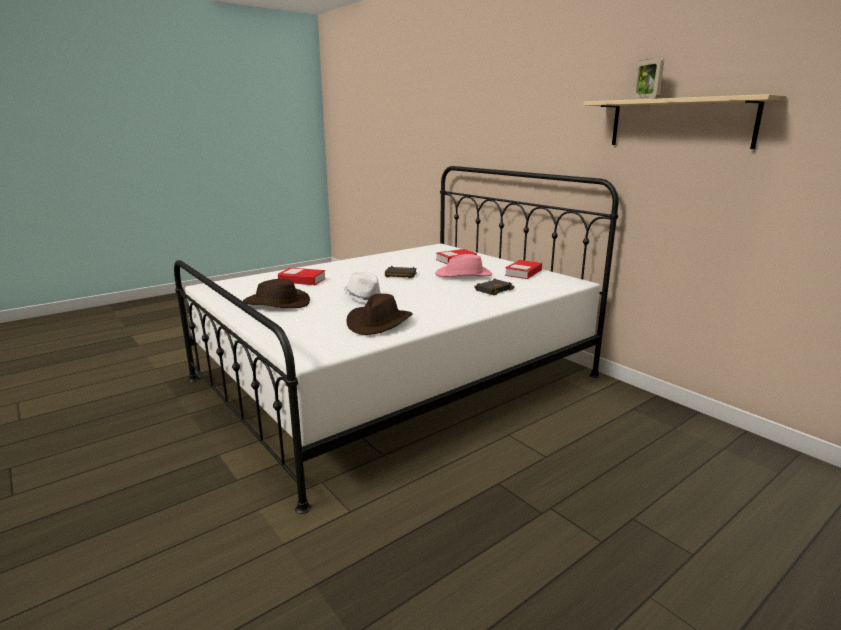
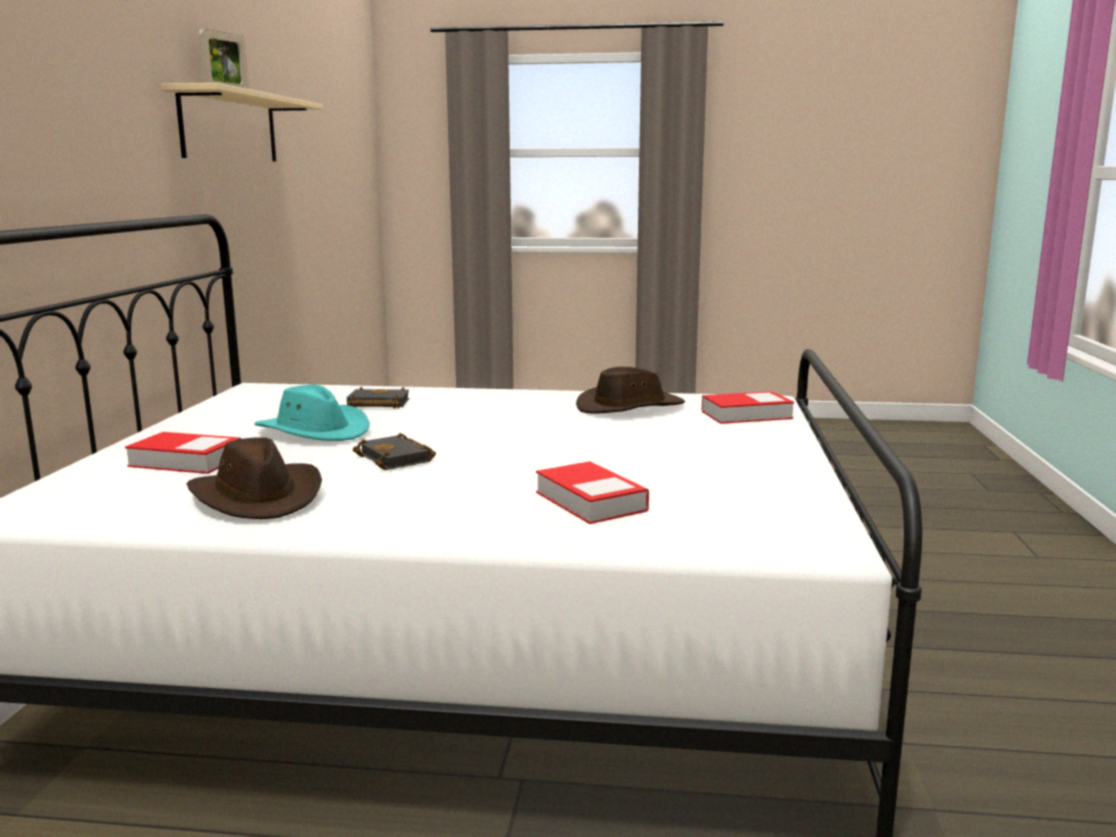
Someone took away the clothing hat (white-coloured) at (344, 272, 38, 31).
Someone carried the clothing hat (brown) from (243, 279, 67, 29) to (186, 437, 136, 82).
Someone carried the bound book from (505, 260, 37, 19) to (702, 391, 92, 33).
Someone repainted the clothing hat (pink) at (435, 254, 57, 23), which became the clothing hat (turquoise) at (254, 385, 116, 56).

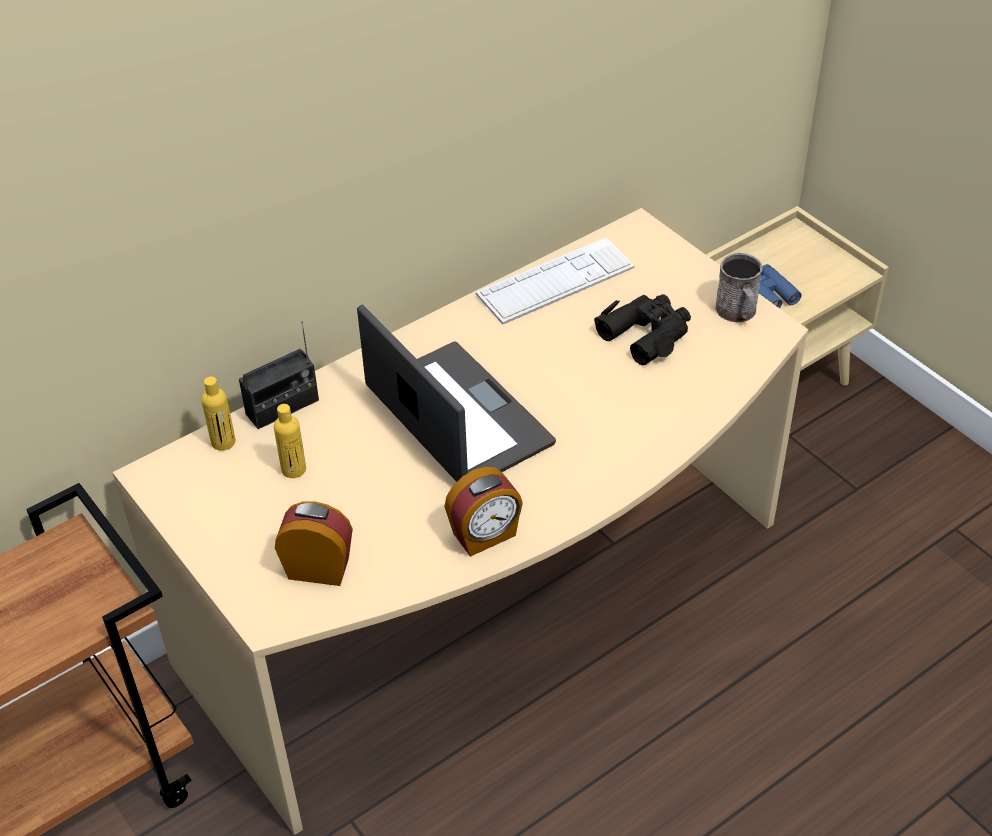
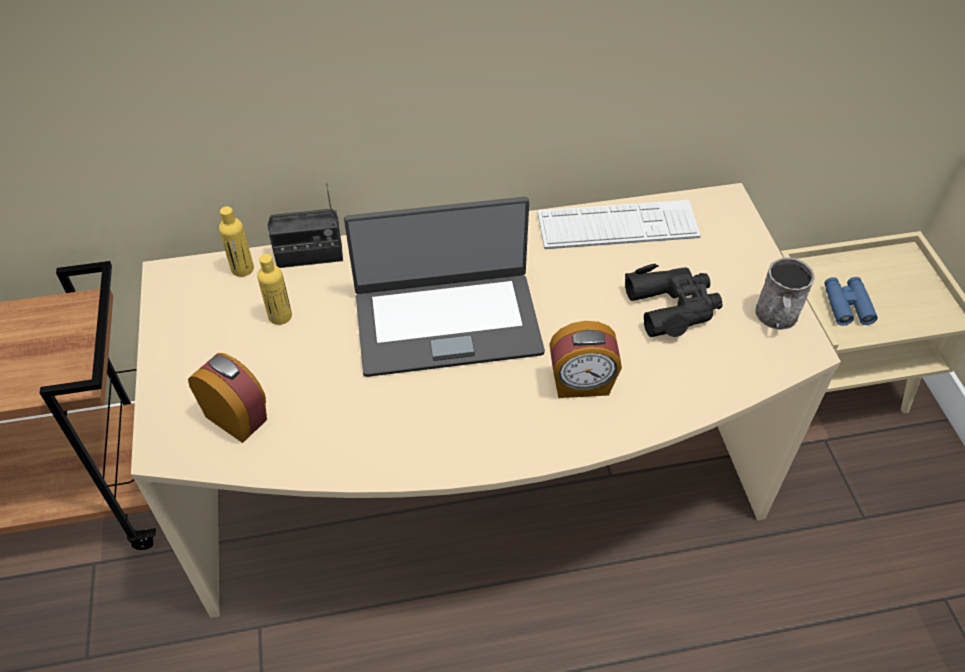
Someone carried the alarm clock from (444, 467, 79, 90) to (549, 321, 73, 77).
Someone rotated the laptop at (357, 305, 199, 177) by 90 degrees clockwise.

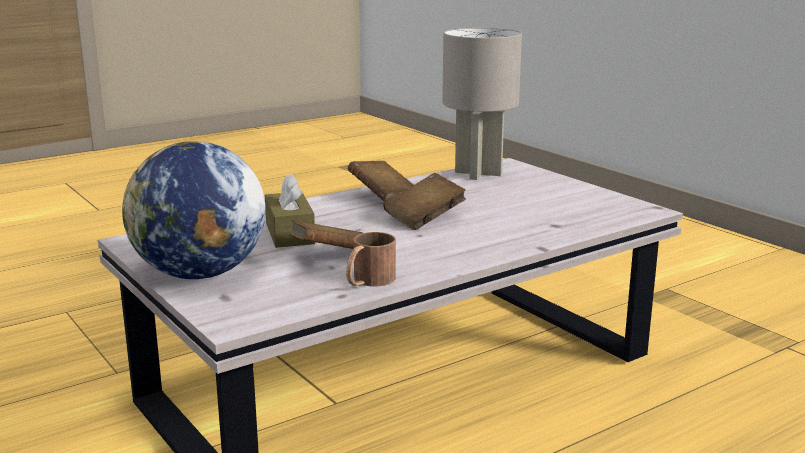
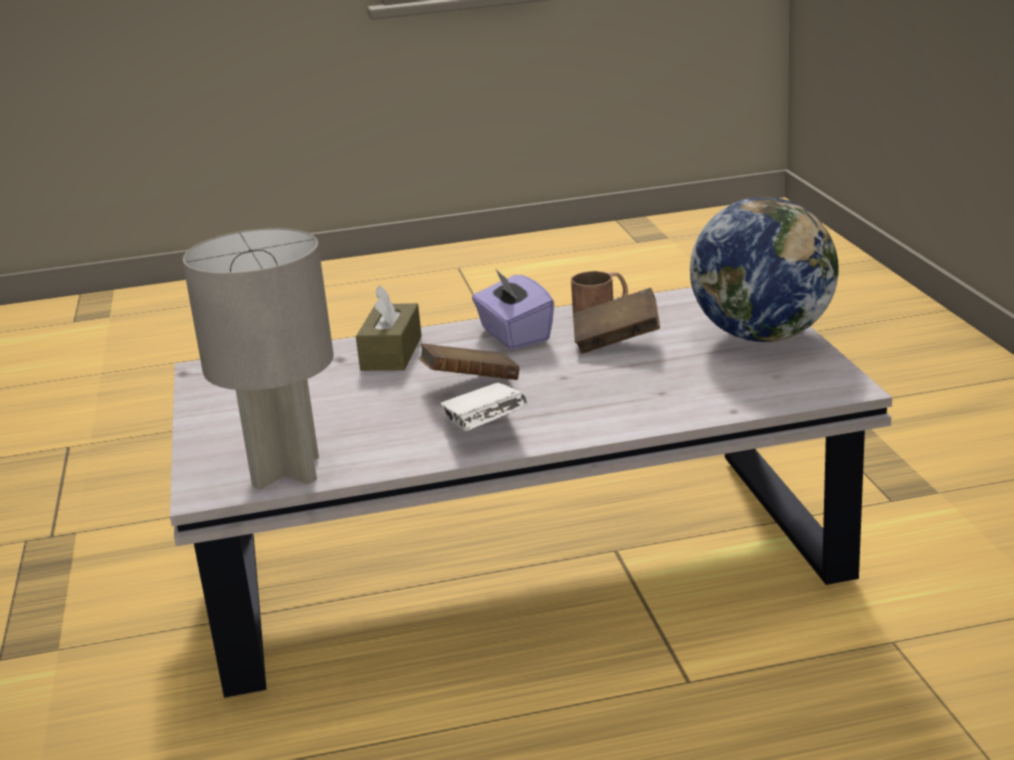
Someone put down the box of tissues (purple-coloured) at (472, 268, 82, 82).
Someone carried the box of tissues (brown) from (265, 173, 50, 75) to (356, 285, 66, 86).
Someone repainted the bound book (brown) at (348, 161, 66, 41), which became the bound book (white-coloured) at (440, 383, 88, 48).

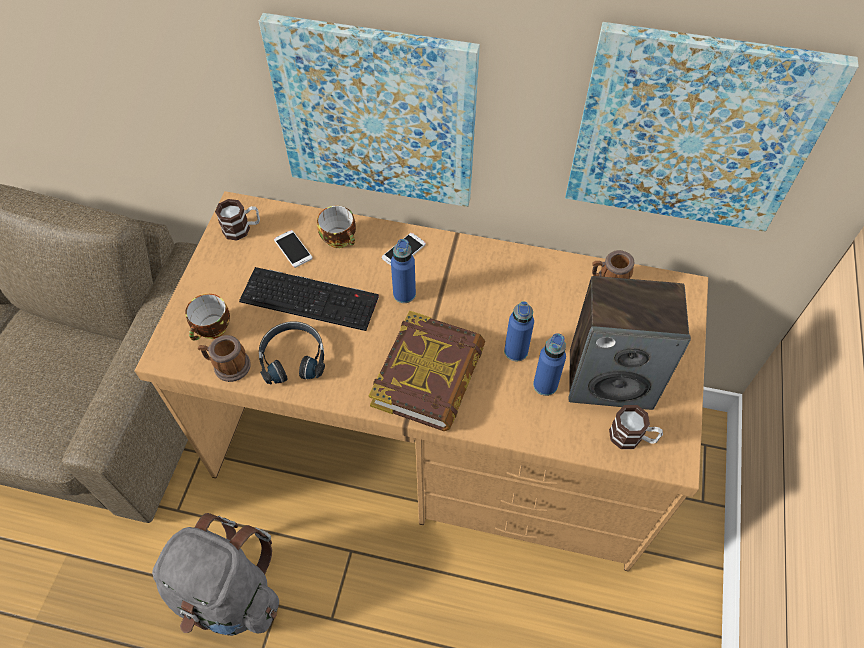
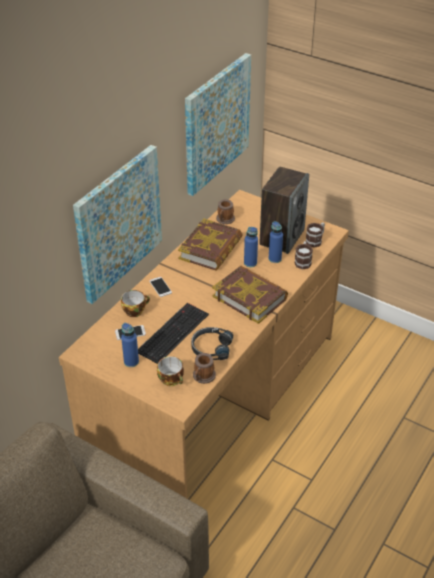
Someone took away the rucksack (gray) at (152, 513, 127, 123).
Someone put down the bound book at (178, 219, 65, 51).
Someone carried the coffee mug from (215, 199, 45, 42) to (295, 241, 18, 28).
Someone carried the beverage bottle (blue) from (391, 239, 25, 64) to (121, 323, 18, 44).

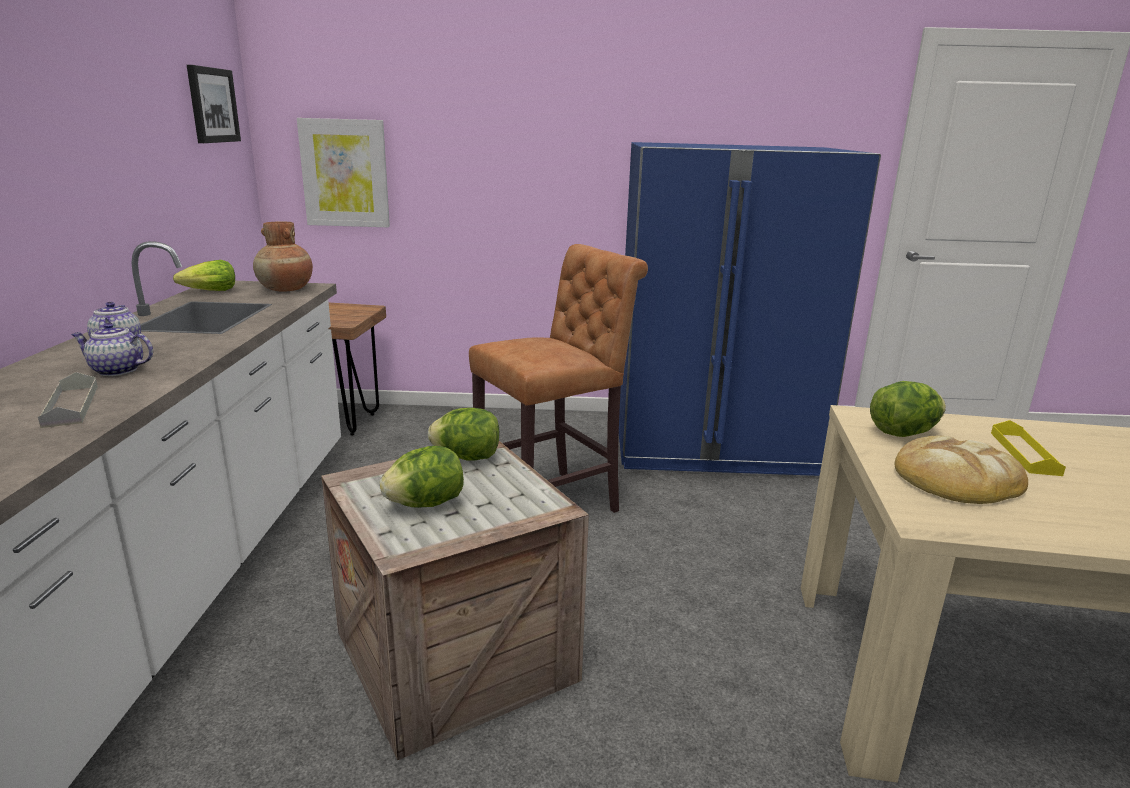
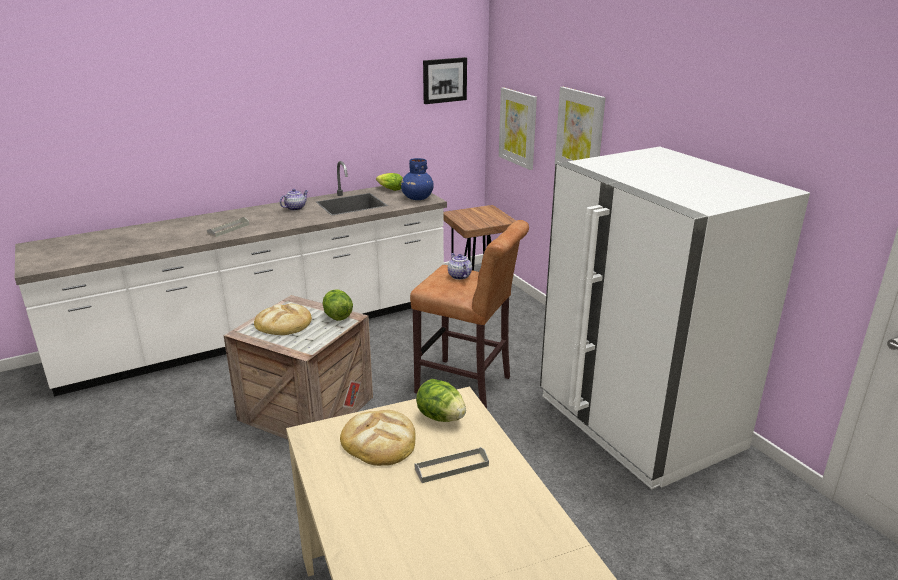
Someone put up the wall art at (555, 87, 51, 77).
Someone carried the teapot from (71, 323, 82, 53) to (448, 253, 24, 27).
Someone swapped the head of lettuce at (380, 446, 84, 62) for the bread at (254, 304, 58, 31).
Someone repainted the vase (brown) at (253, 221, 60, 71), which became the vase (blue) at (401, 158, 33, 42).
Someone repainted the fridge (blue) at (619, 142, 262, 334), which became the fridge (white-coloured) at (540, 147, 270, 342).
Someone repainted the serving tray (yellow) at (991, 420, 75, 56), which became the serving tray (gray) at (415, 447, 74, 36).

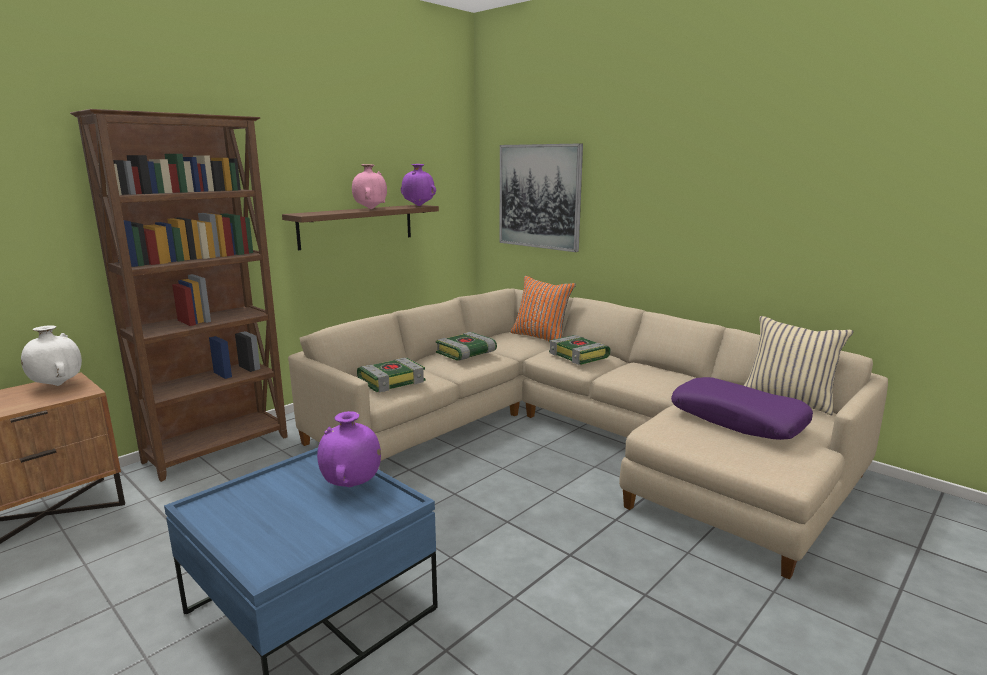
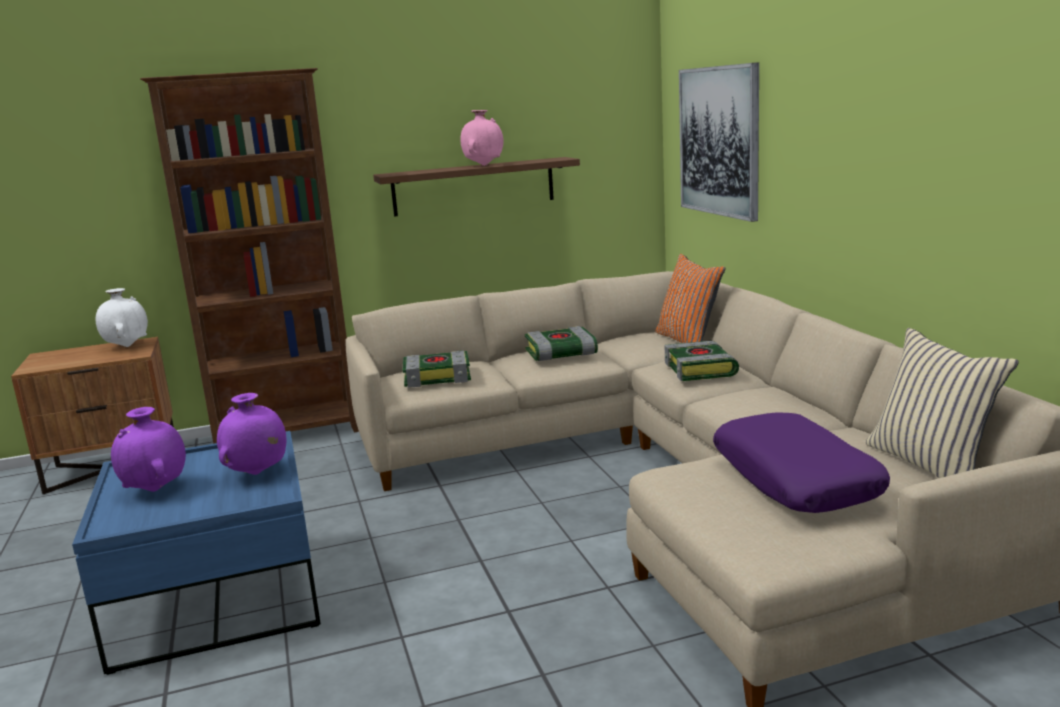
Someone carried the vase (purple-coloured) from (401, 164, 35, 42) to (111, 407, 75, 85).

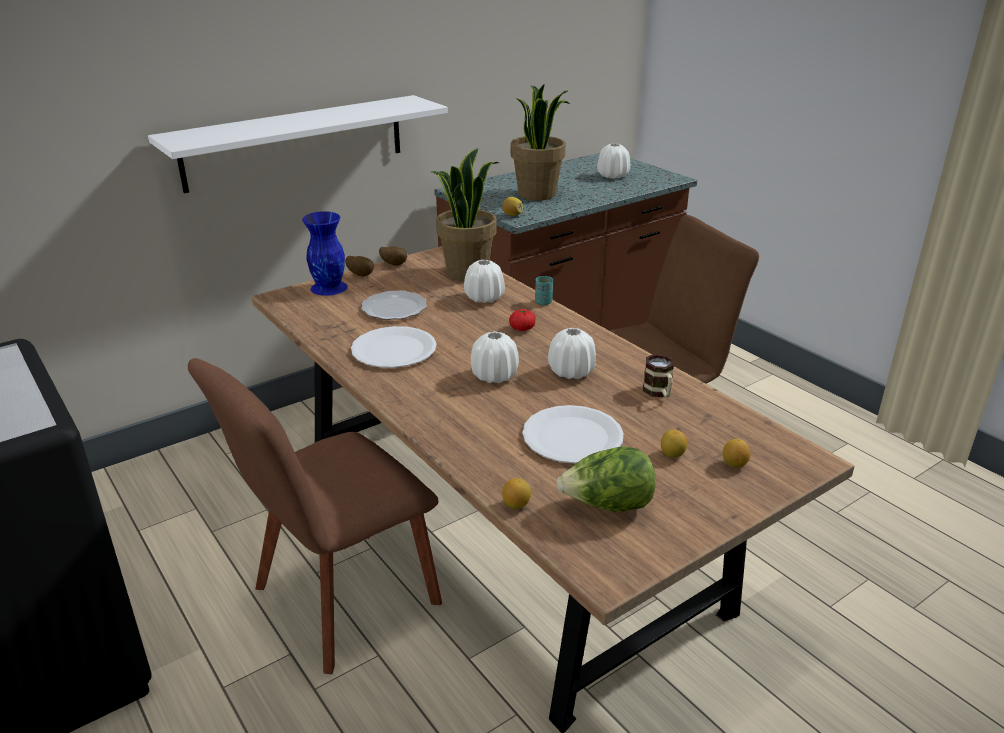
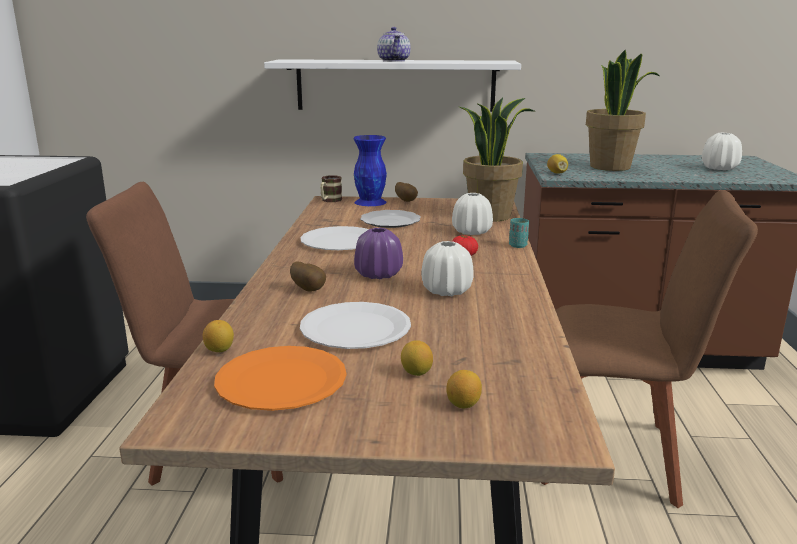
Someone put down the teapot at (377, 27, 34, 35).
Someone carried the potato from (379, 246, 28, 20) to (290, 261, 36, 31).
Someone carried the coffee mug from (643, 354, 31, 43) to (320, 175, 22, 27).
Someone swapped the head of lettuce at (557, 447, 99, 65) for the plate (orange-coloured) at (214, 346, 133, 65).
Someone repainted the vase (white-coloured) at (471, 331, 48, 52), which became the vase (purple-coloured) at (354, 228, 49, 51).

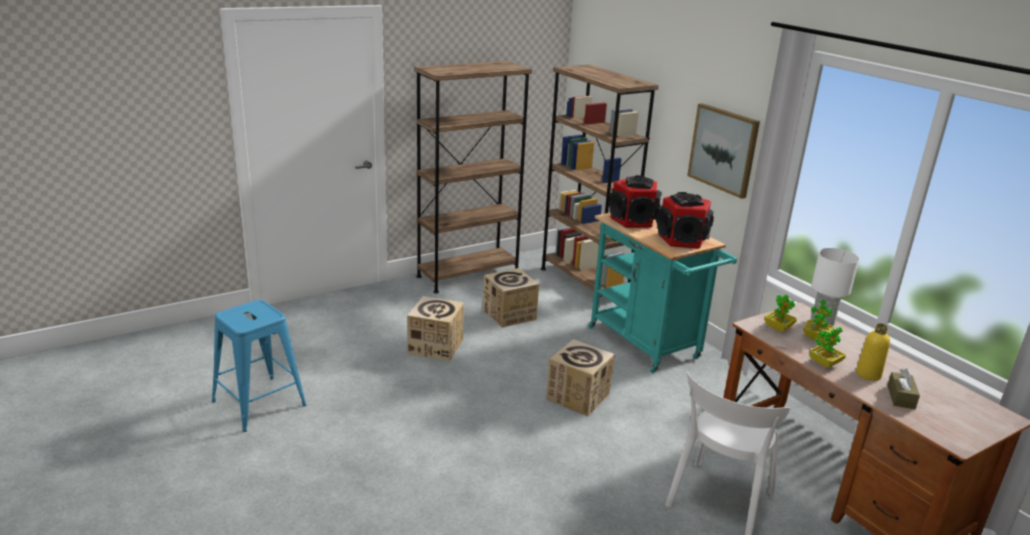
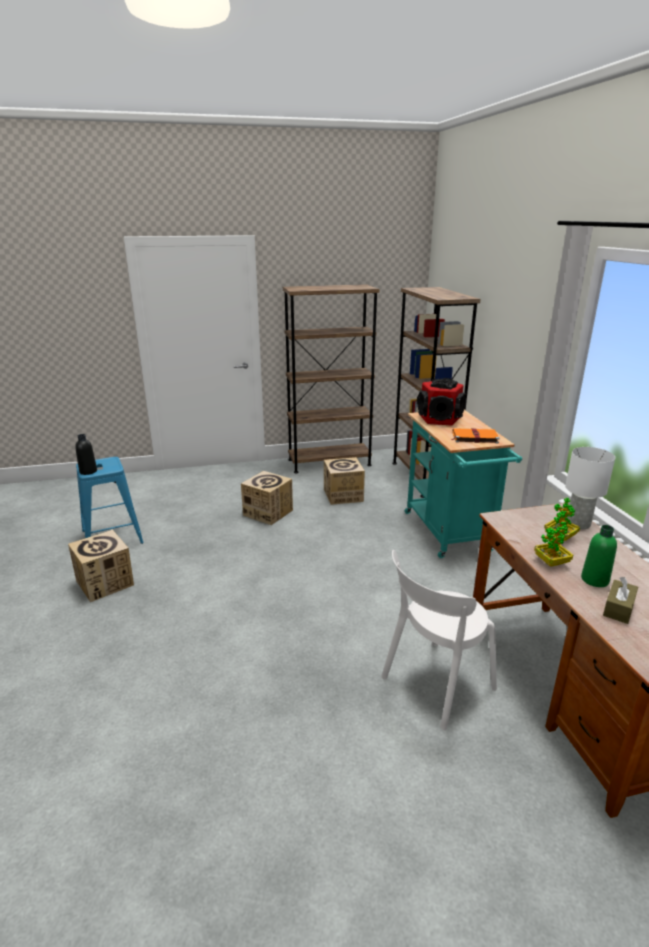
Someone took away the wall art at (687, 103, 73, 96).
Someone took away the plant in a pot at (764, 295, 33, 37).
Someone put down the beverage bottle (black-coloured) at (75, 434, 22, 41).
Someone carried the cardboard box from (546, 339, 69, 77) to (68, 530, 66, 72).
Someone swapped the speaker at (656, 192, 58, 56) for the bound book (orange-coloured) at (452, 428, 48, 15).
Someone repainted the beverage bottle (yellow) at (856, 323, 34, 58), which became the beverage bottle (green) at (581, 525, 36, 62).

